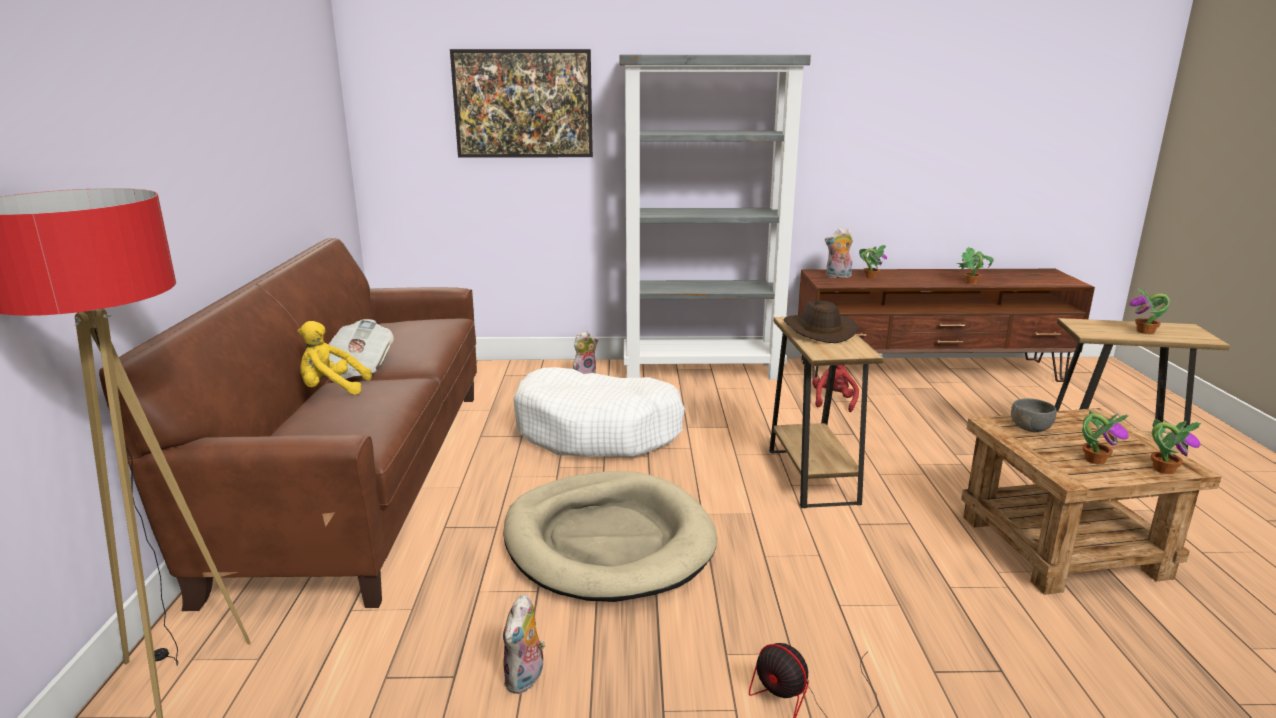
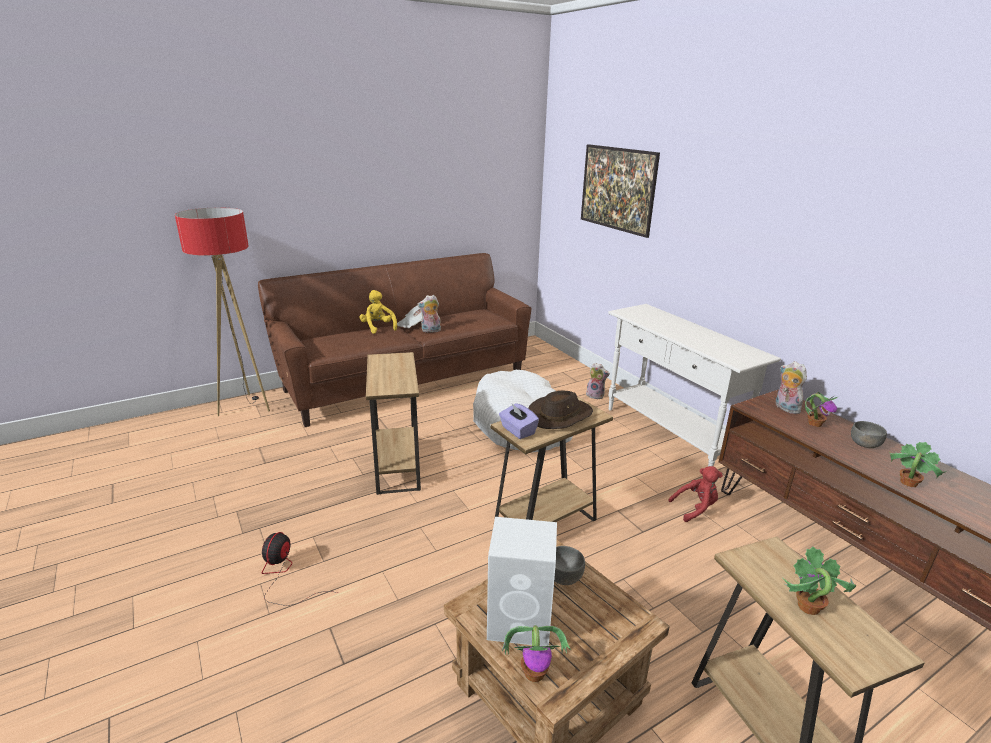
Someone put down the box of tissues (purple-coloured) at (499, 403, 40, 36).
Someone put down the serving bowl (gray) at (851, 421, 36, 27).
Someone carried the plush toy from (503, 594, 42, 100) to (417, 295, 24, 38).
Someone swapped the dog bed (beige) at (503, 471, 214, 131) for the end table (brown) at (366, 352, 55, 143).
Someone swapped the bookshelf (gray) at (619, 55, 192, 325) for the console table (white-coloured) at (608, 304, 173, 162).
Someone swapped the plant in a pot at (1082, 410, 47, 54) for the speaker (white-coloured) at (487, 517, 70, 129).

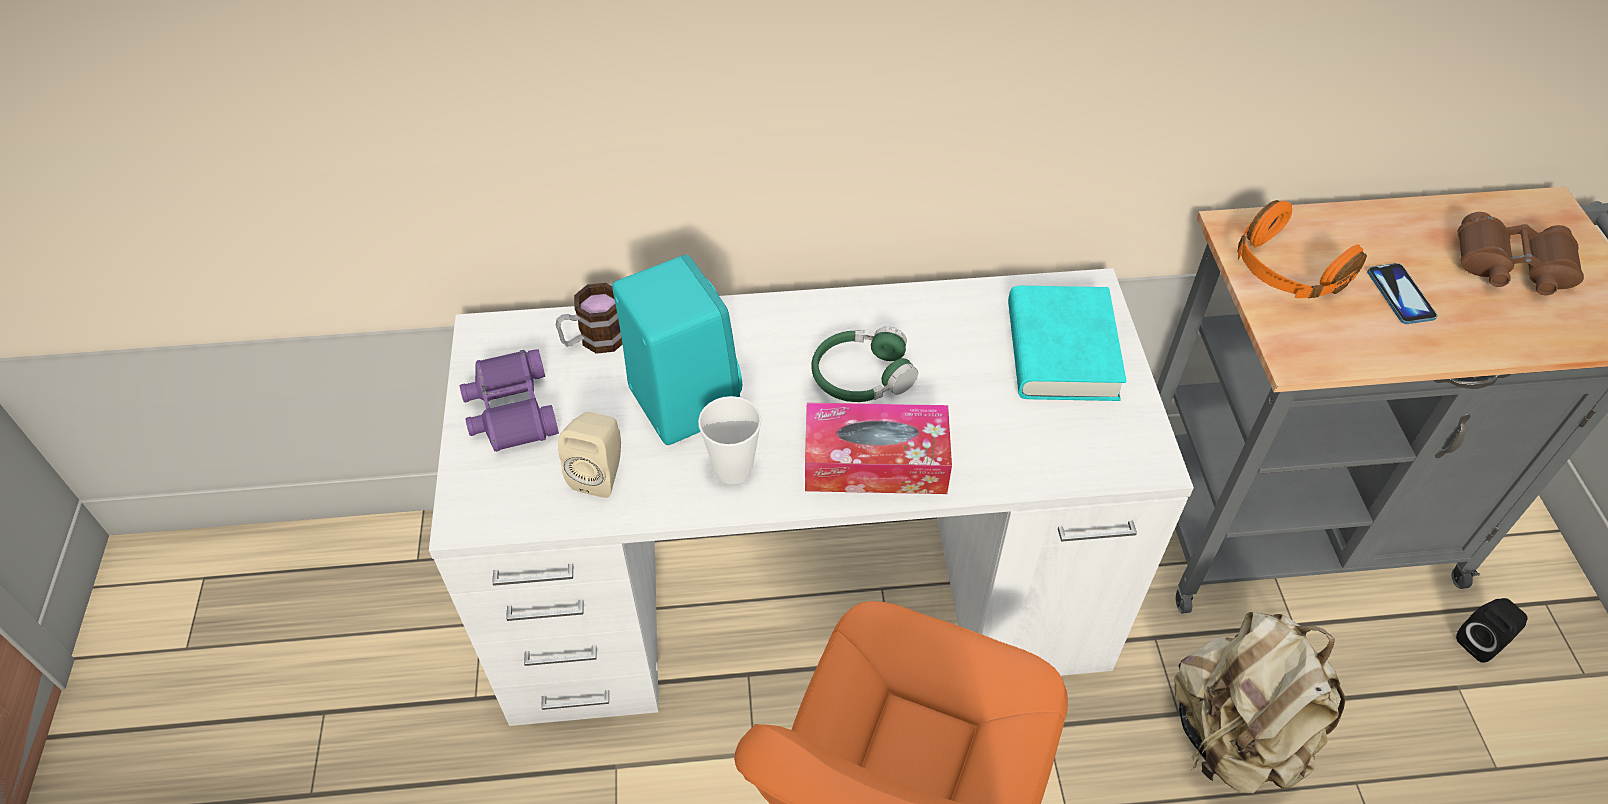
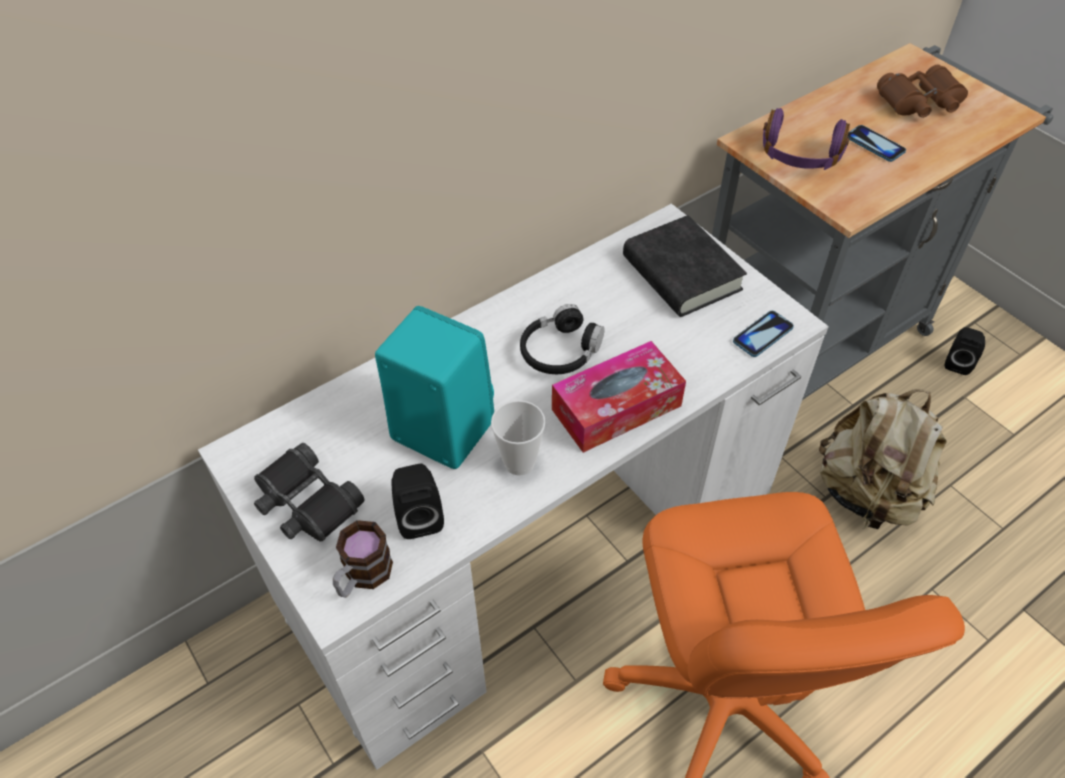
Someone put down the phone at (733, 311, 61, 46).
Someone carried the coffee mug from (556, 283, 67, 71) to (333, 520, 60, 78).
Someone repainted the binoculars (purple-coloured) at (460, 349, 99, 103), which became the binoculars (black-coloured) at (254, 443, 111, 99).
Someone repainted the speaker (beige) at (558, 412, 63, 86), which became the speaker (black-coloured) at (391, 464, 53, 75).
Someone repainted the headset (green) at (811, 327, 107, 75), which became the headset (black-coloured) at (520, 304, 85, 70).
Someone repainted the bound book (turquoise) at (1008, 286, 118, 115), which became the bound book (black-coloured) at (623, 215, 124, 102).
Someone repainted the headset (orange-coloured) at (1238, 200, 129, 98), which became the headset (purple-coloured) at (763, 108, 87, 62).

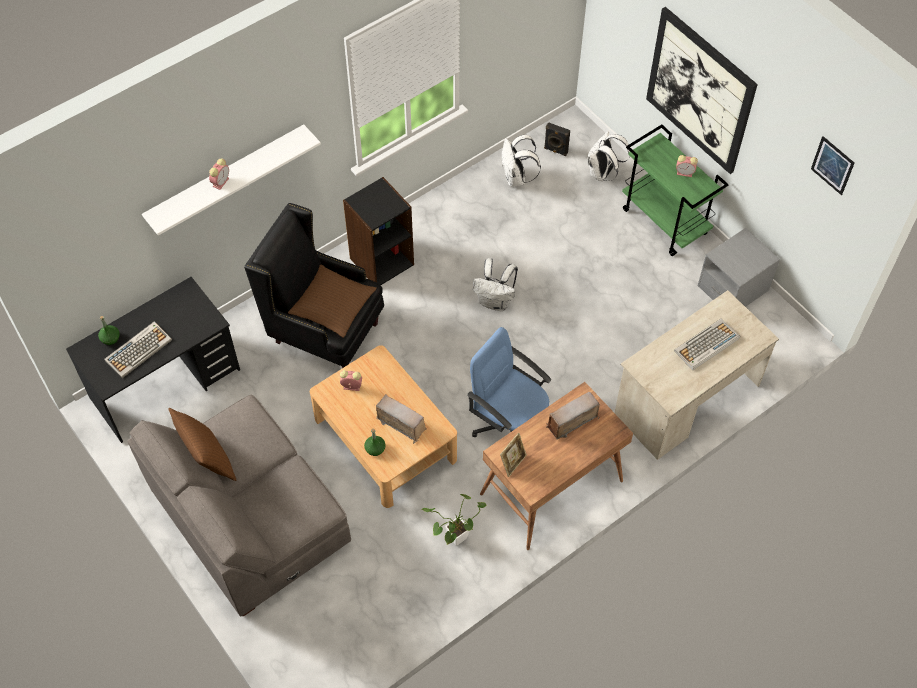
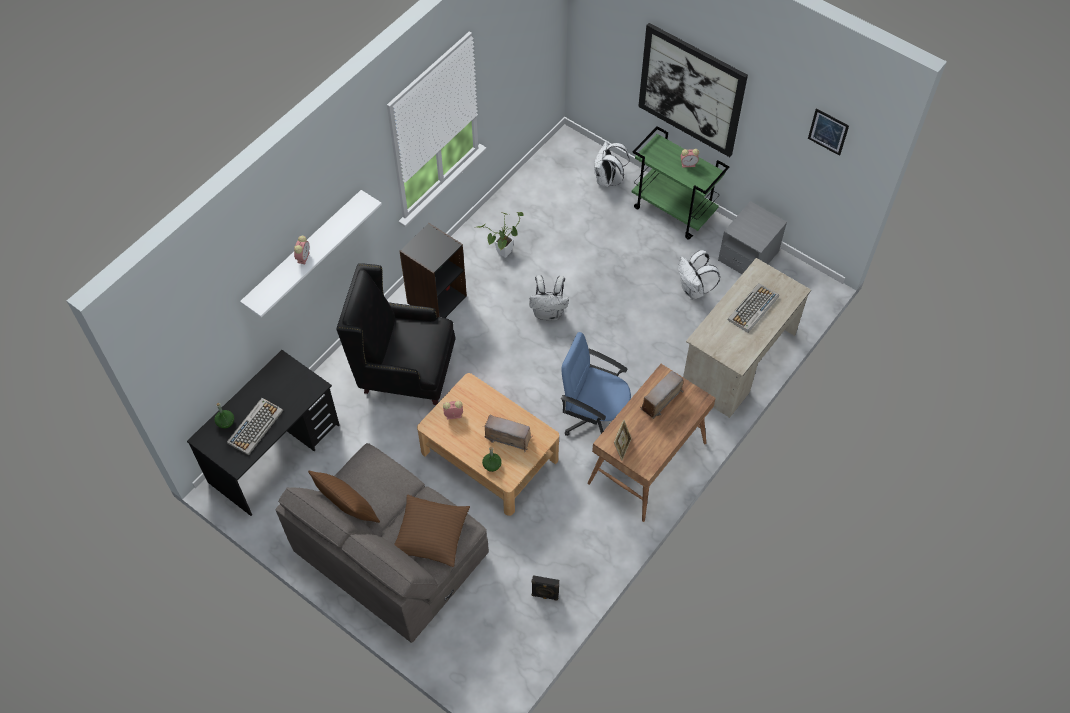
Someone carried the throw pillow (brown) from (288, 265, 89, 73) to (394, 495, 76, 72).
Someone carried the plant in a pot from (422, 494, 65, 52) to (475, 212, 49, 46).
Someone carried the rucksack (white-coloured) from (502, 135, 39, 51) to (678, 250, 42, 50).
Someone carried the speaker (black-coloured) from (544, 122, 26, 34) to (531, 575, 28, 26).

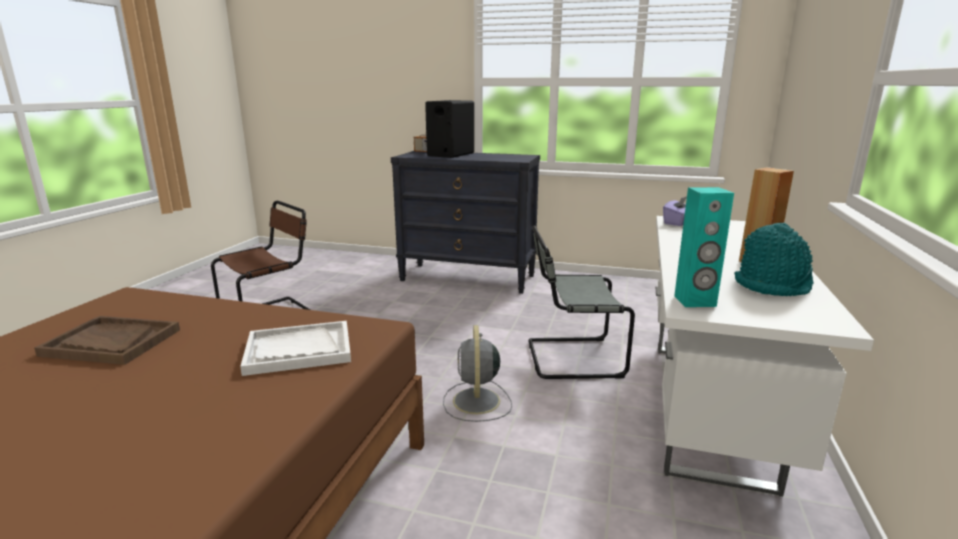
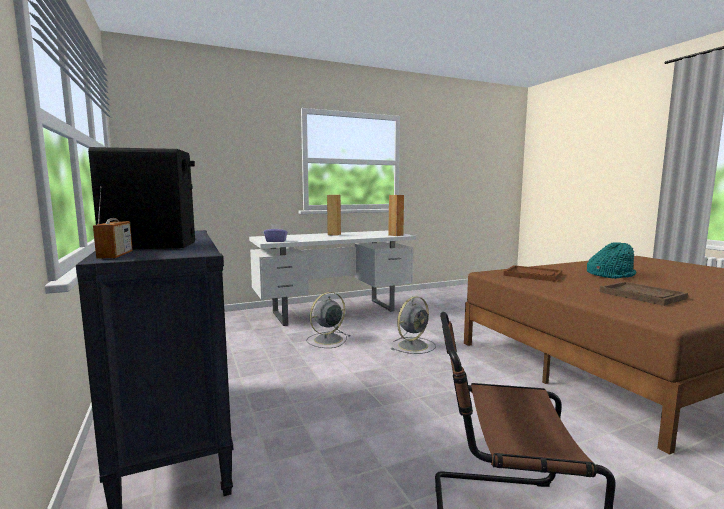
Someone carried the clothing hat (turquoise) from (734, 223, 80, 73) to (587, 242, 49, 37).
Someone swapped the upright chair (gray) at (528, 225, 107, 154) for the electric fan (gray) at (306, 292, 44, 56).
Someone repainted the serving tray (white-coloured) at (240, 321, 111, 55), which became the serving tray (brown) at (503, 265, 59, 17).
Someone repainted the speaker (turquoise) at (674, 187, 60, 120), which became the speaker (brown) at (388, 195, 16, 41).

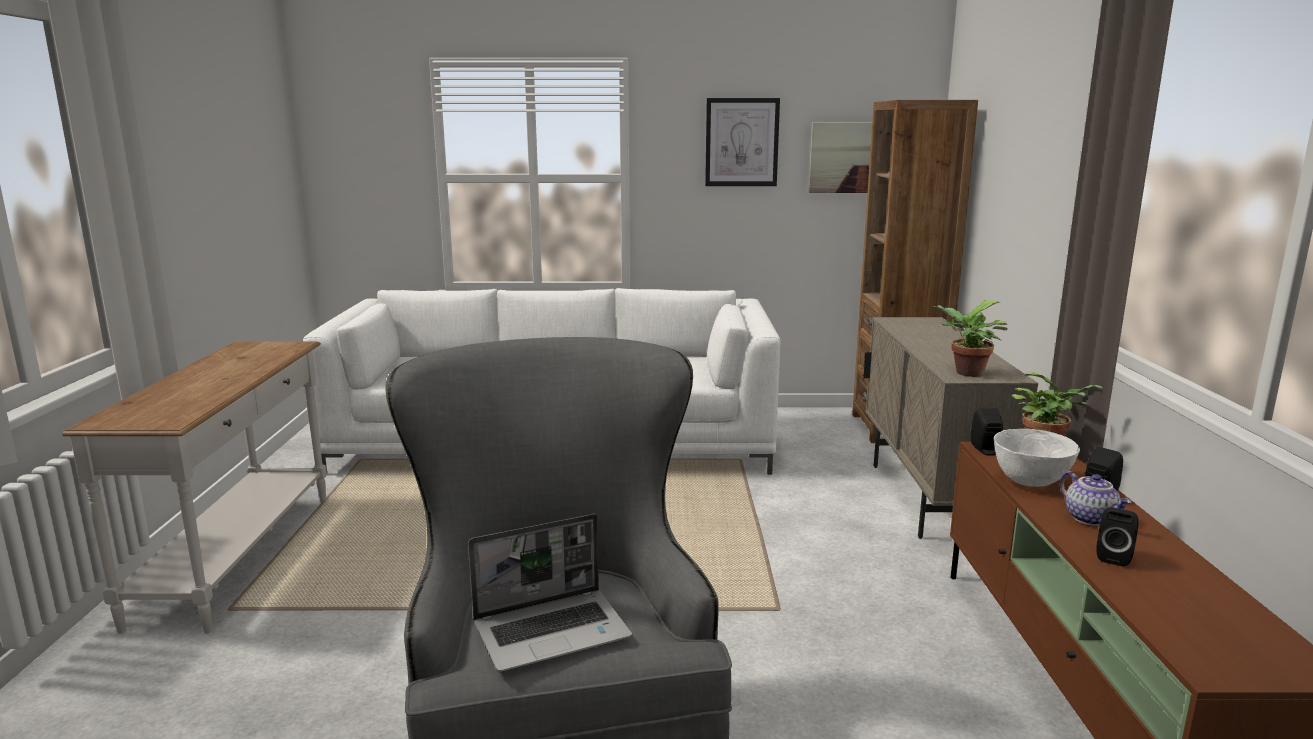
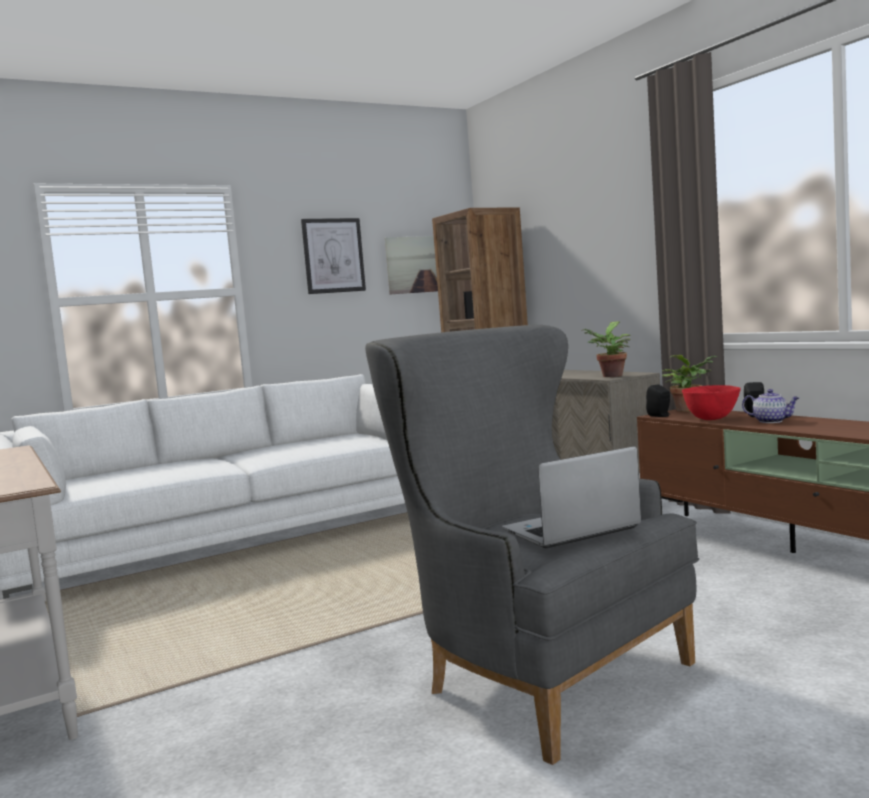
Someone took away the speaker (black-coloured) at (1096, 507, 43, 60).
Someone repainted the serving bowl (white-coloured) at (994, 429, 86, 58), which became the serving bowl (reddish) at (682, 385, 59, 35).
Someone rotated the laptop at (468, 514, 164, 158) by 150 degrees counterclockwise.

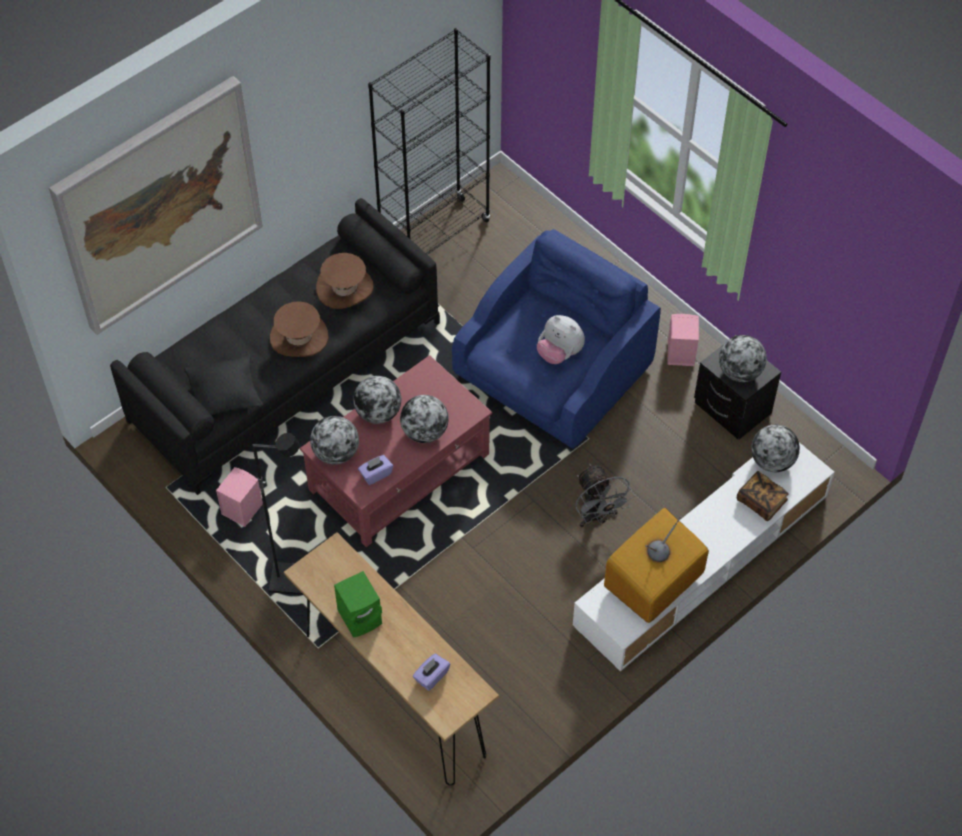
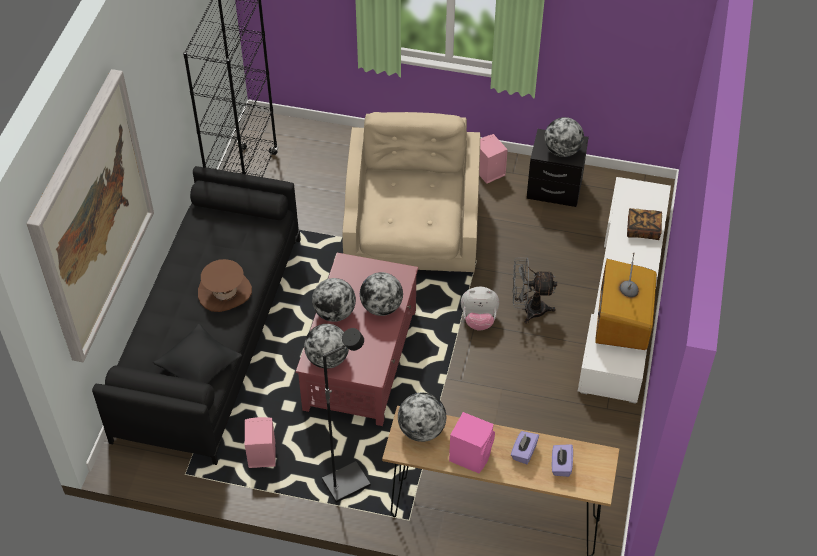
Someone took away the clothing hat (brown) at (316, 253, 58, 56).
Someone carried the box of tissues (purple-coloured) from (358, 455, 35, 30) to (511, 431, 28, 33).
Someone carried the plush toy from (537, 315, 48, 49) to (461, 287, 38, 44).
Someone carried the world globe from (751, 424, 49, 48) to (398, 393, 48, 49).
Someone repainted the speaker (green) at (334, 571, 48, 67), which became the speaker (pink) at (449, 412, 46, 62).
Someone repainted the armchair (blue) at (452, 229, 209, 220), which became the armchair (beige) at (342, 112, 138, 160).
Someone rotated the electric fan (gray) at (575, 464, 60, 63) by 150 degrees clockwise.

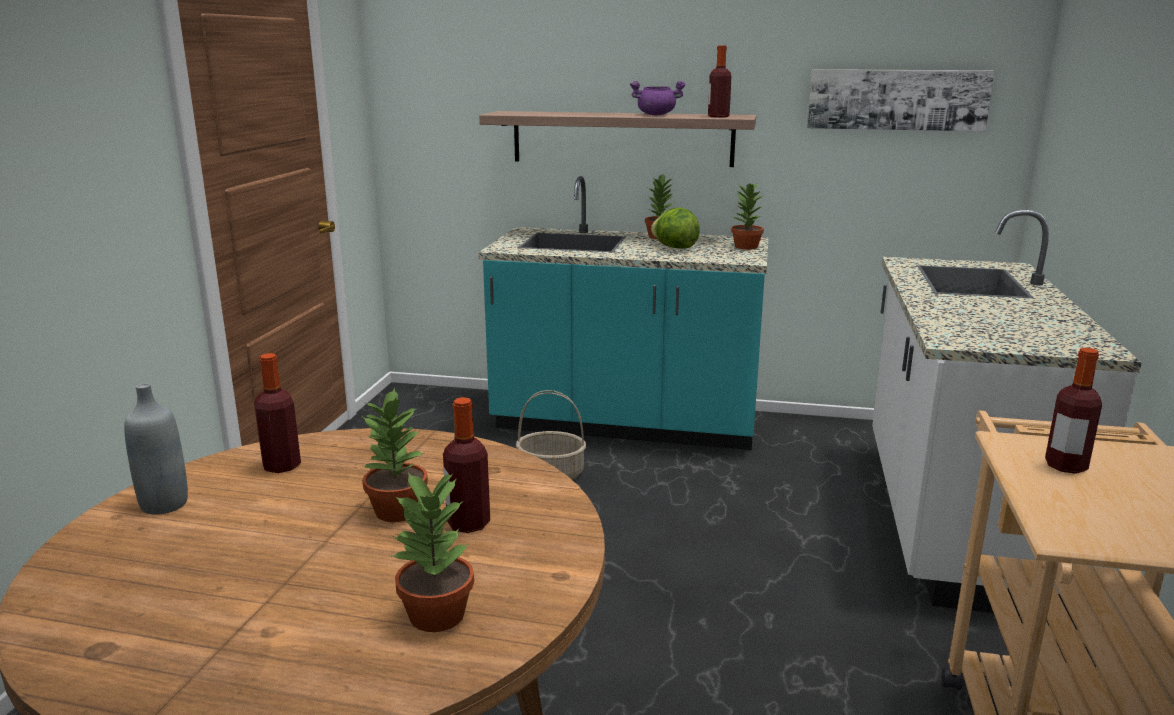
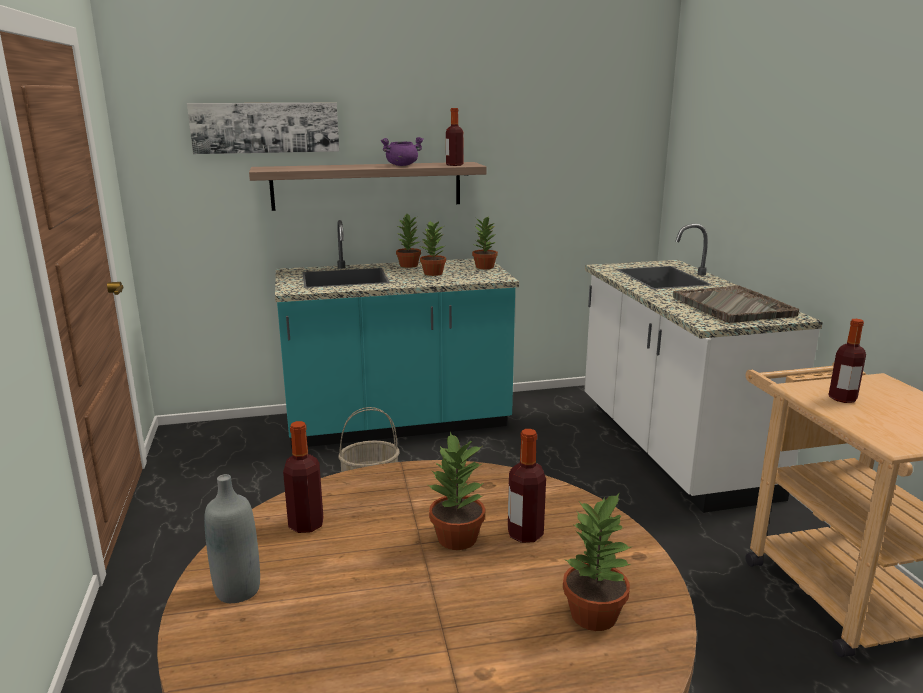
Someone put down the serving tray (gray) at (673, 285, 126, 38).
Someone carried the wall art from (807, 69, 188, 62) to (187, 103, 152, 51).
Someone swapped the head of lettuce at (651, 207, 49, 42) for the plant in a pot at (420, 220, 26, 56).

